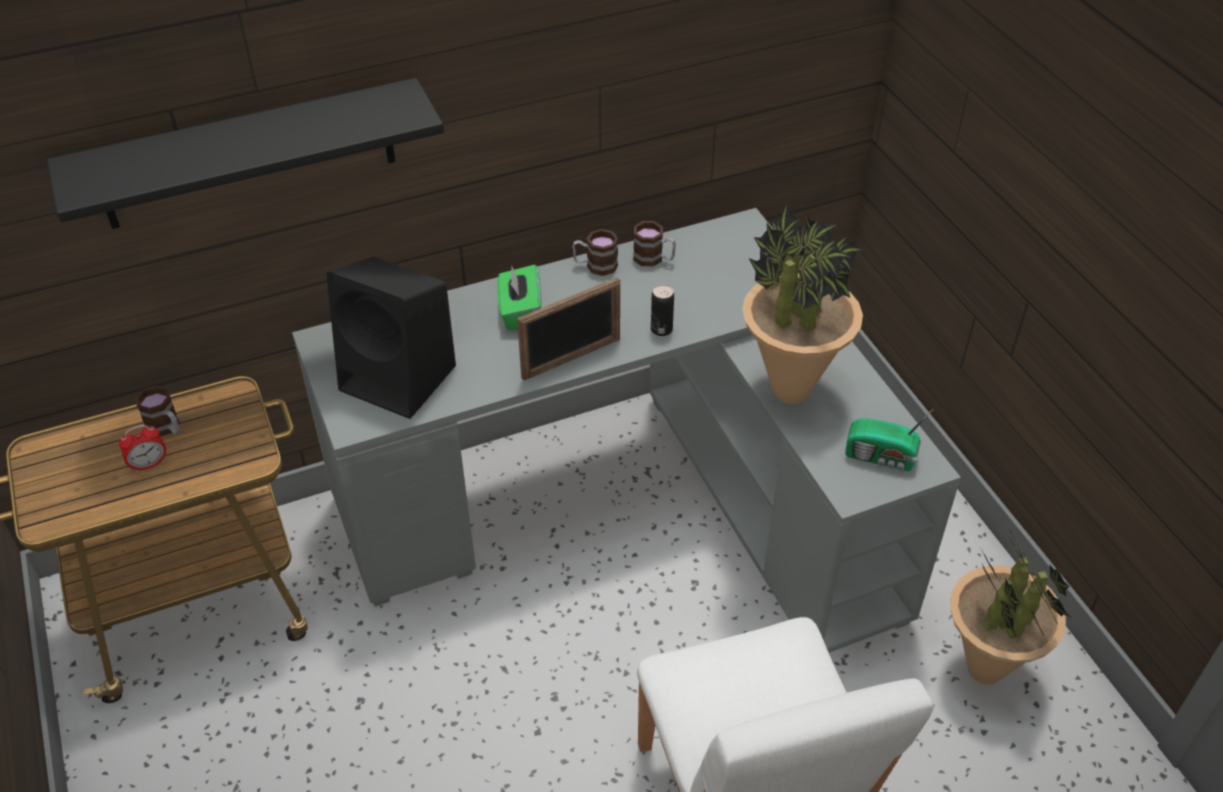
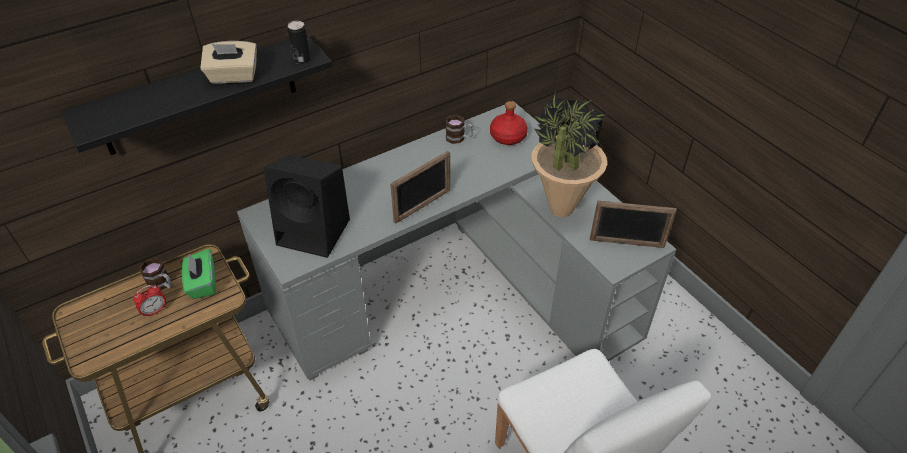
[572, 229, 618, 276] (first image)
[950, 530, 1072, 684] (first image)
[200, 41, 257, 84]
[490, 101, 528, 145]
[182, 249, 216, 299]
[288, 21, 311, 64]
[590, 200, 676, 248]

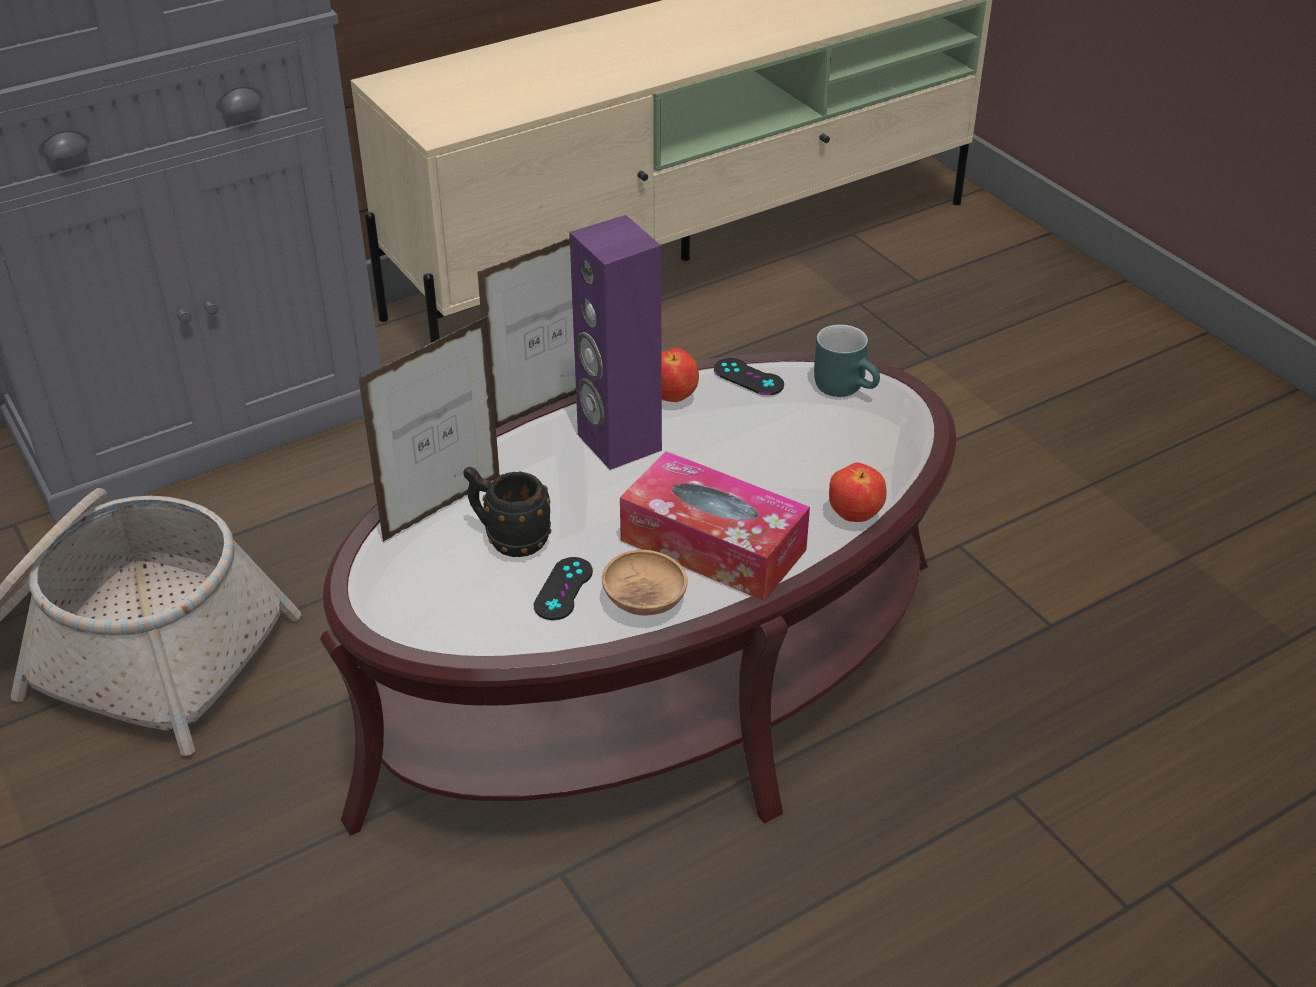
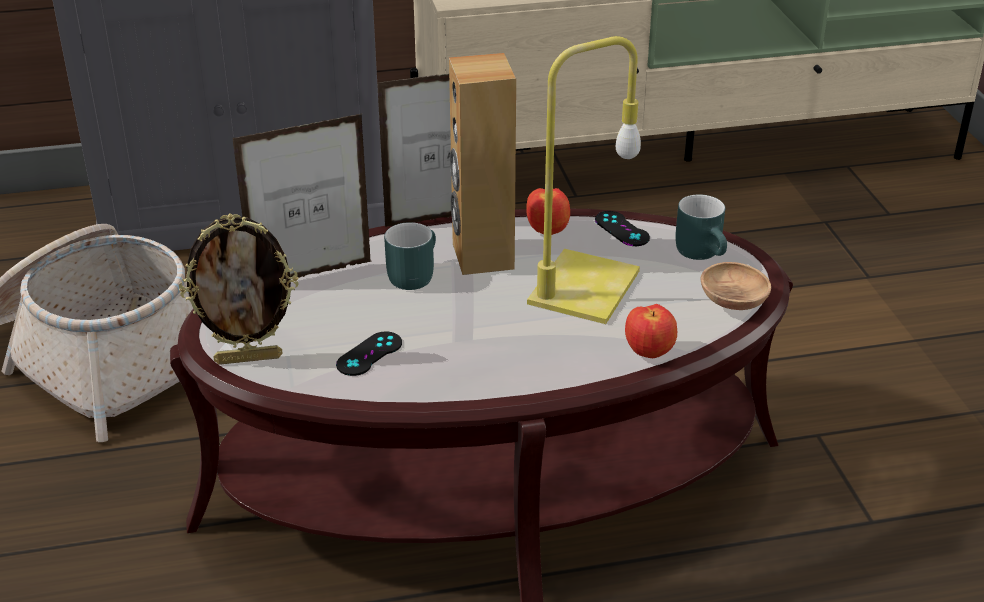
[463, 467, 551, 557] (first image)
[620, 451, 810, 601] (first image)
[179, 213, 298, 365]
[384, 222, 436, 290]
[527, 36, 641, 324]
[701, 262, 771, 310]
[449, 53, 516, 275]

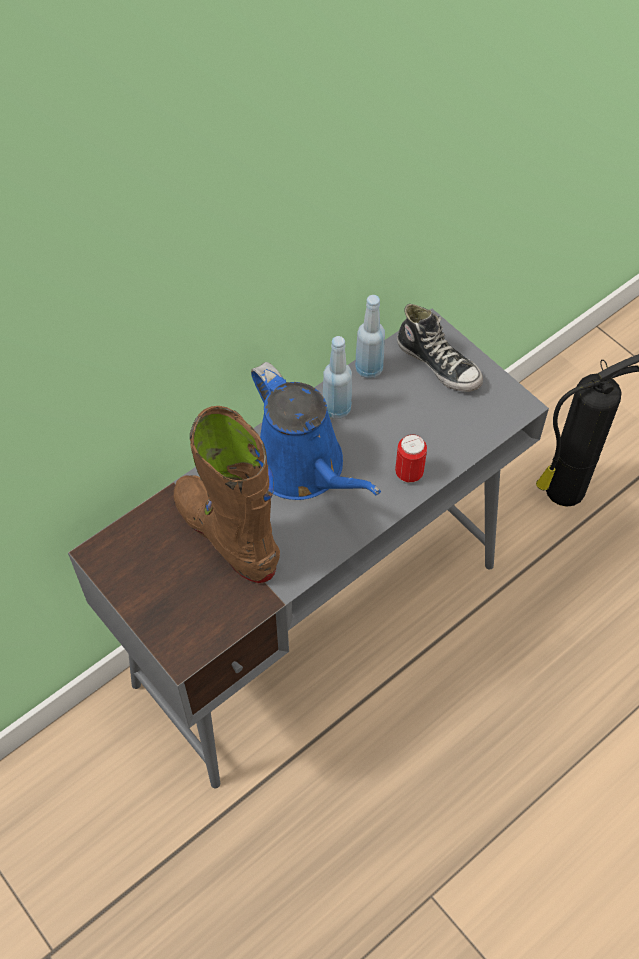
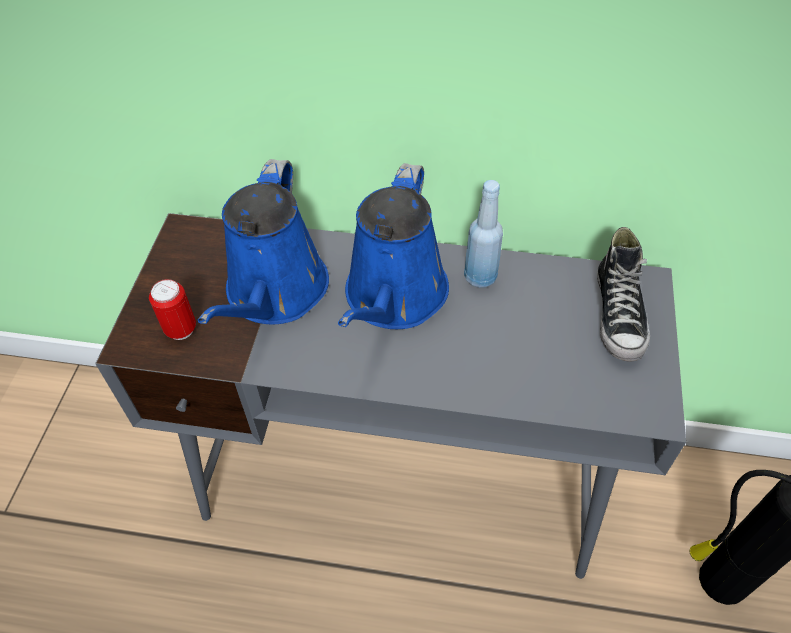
[355, 295, 385, 378] (first image)
[149, 279, 196, 340]
[198, 159, 329, 325]

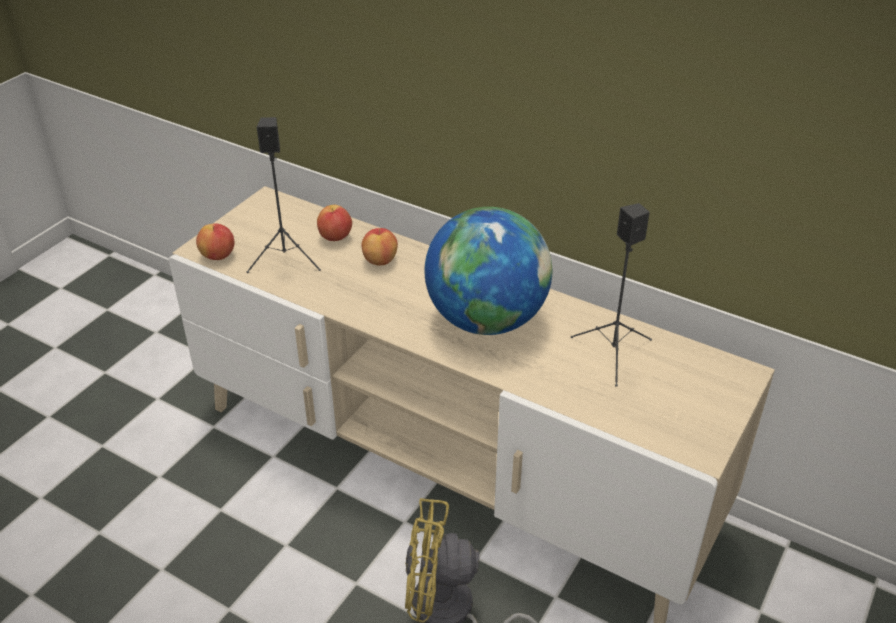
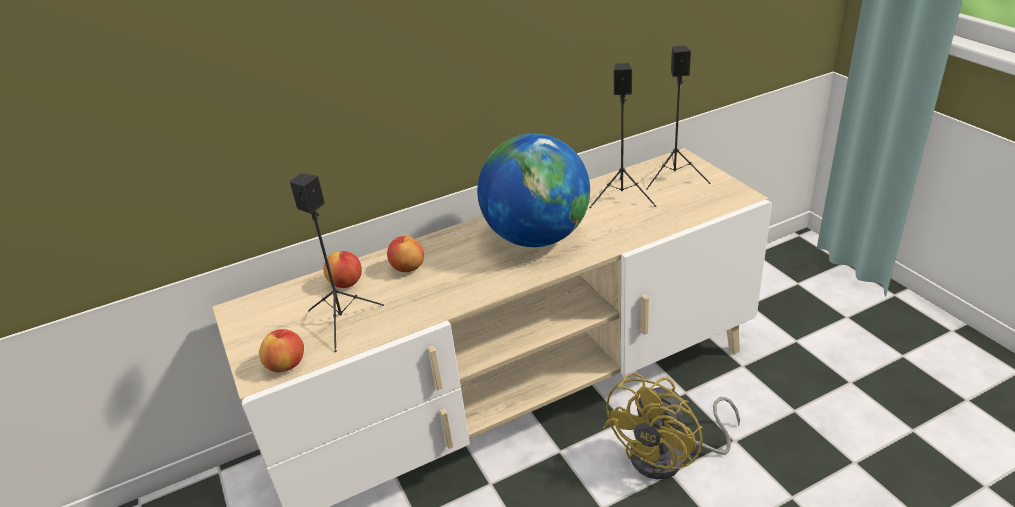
[646, 45, 711, 190]

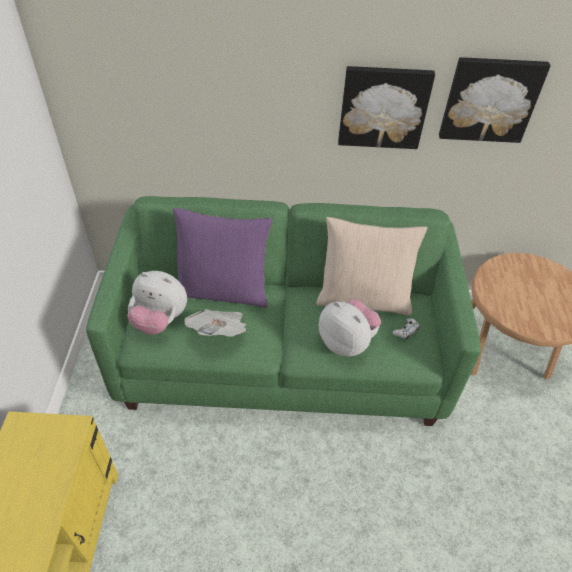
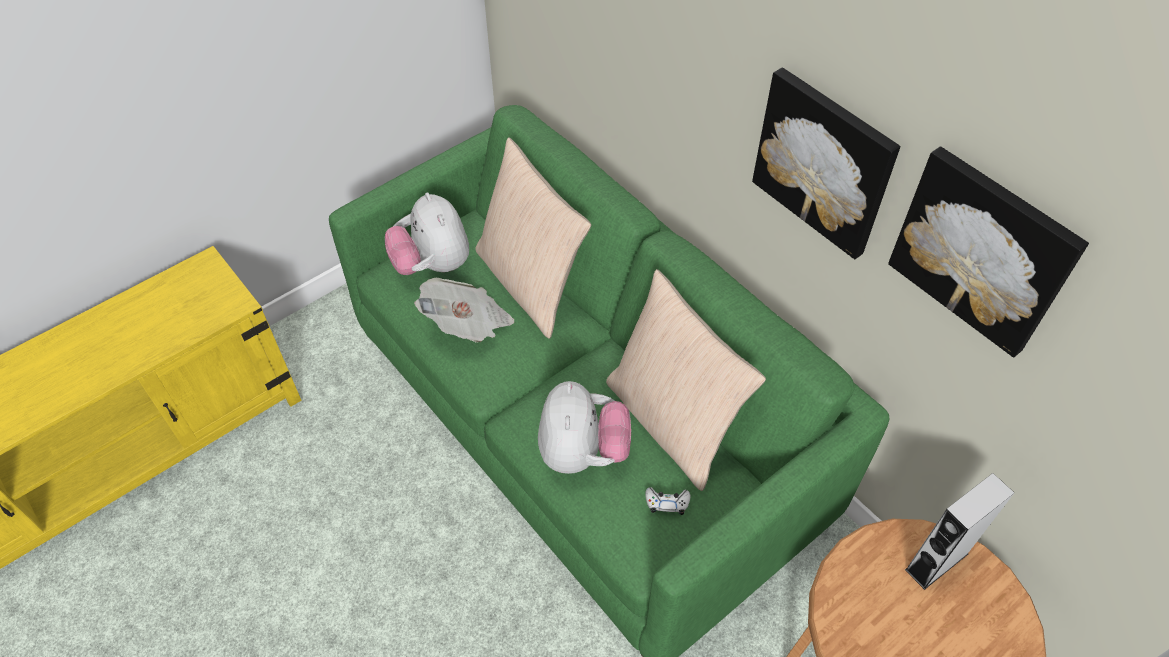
[905, 473, 1014, 590]
[475, 137, 591, 339]

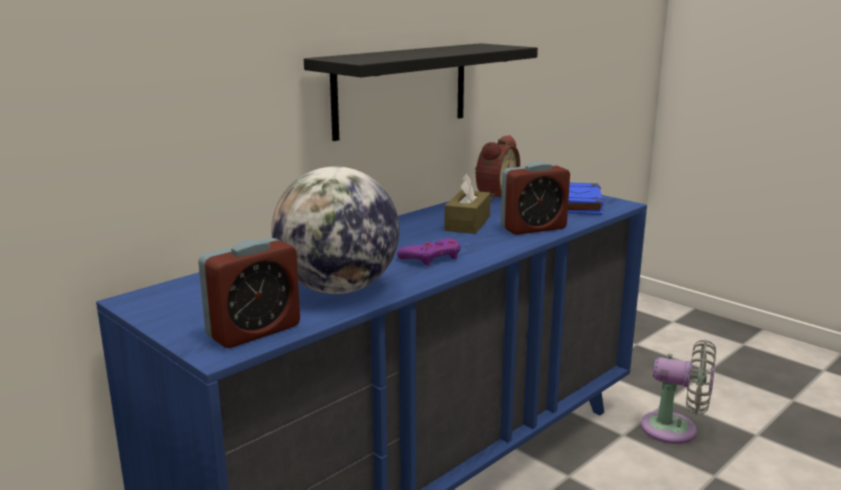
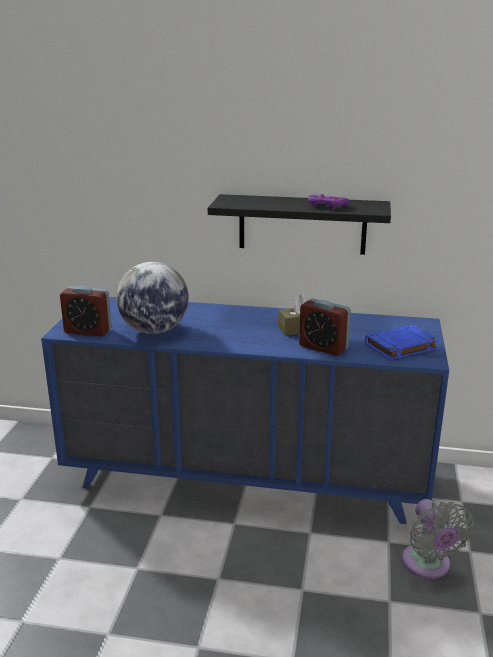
[475, 135, 520, 201] (first image)
[308, 194, 350, 210]

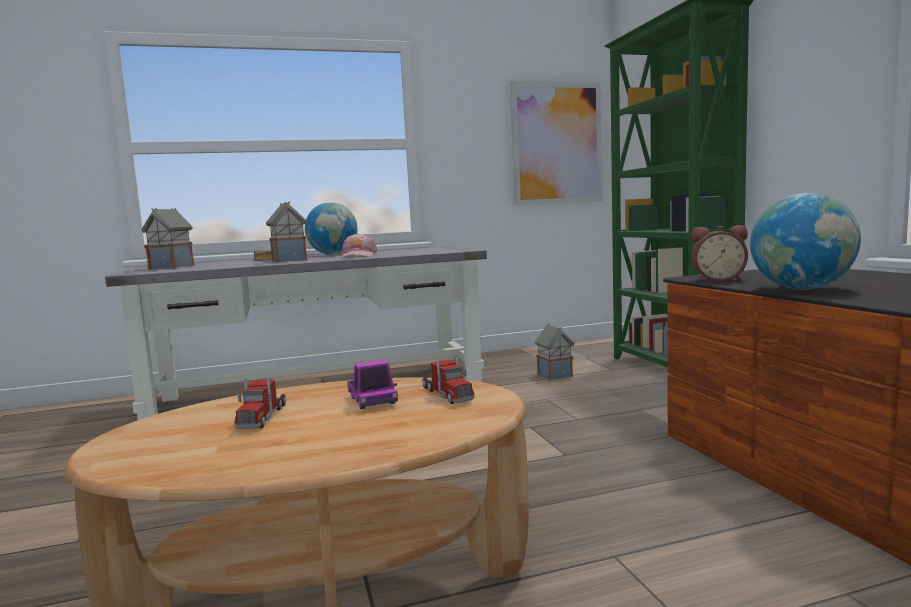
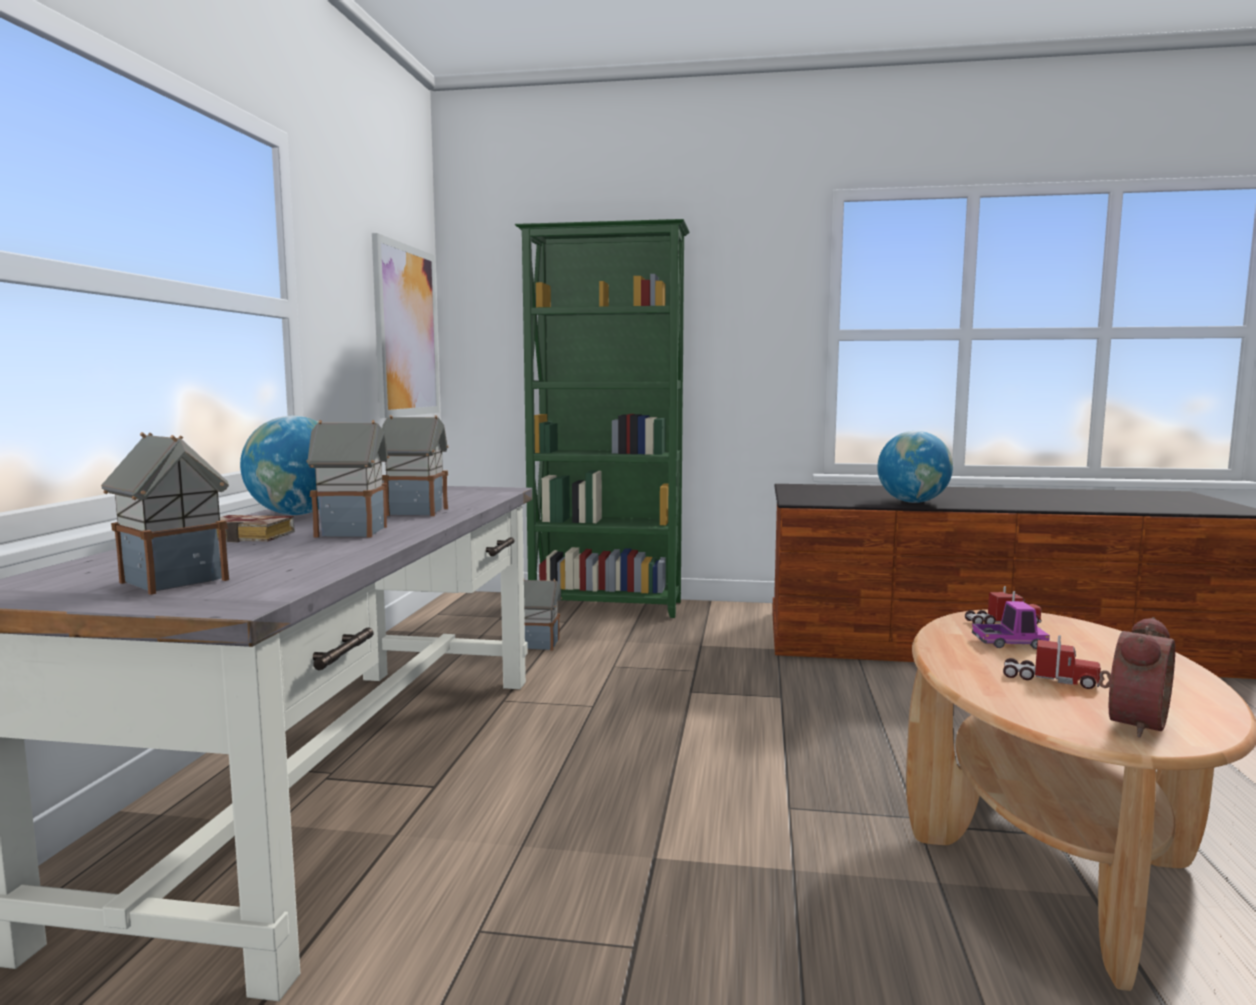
[1099, 617, 1175, 737]
[382, 415, 448, 516]

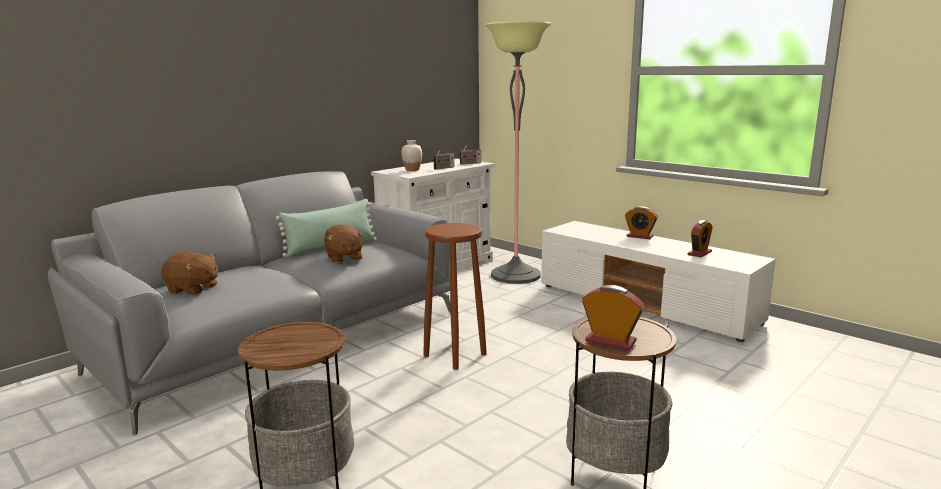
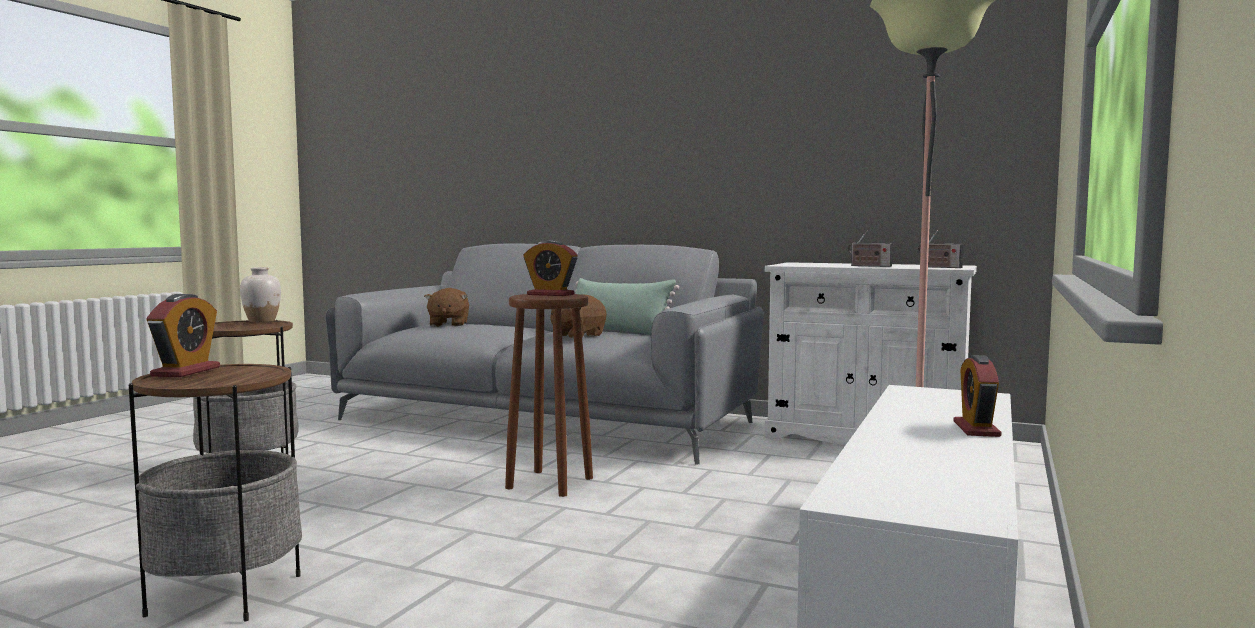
[240, 267, 281, 323]
[523, 240, 577, 296]

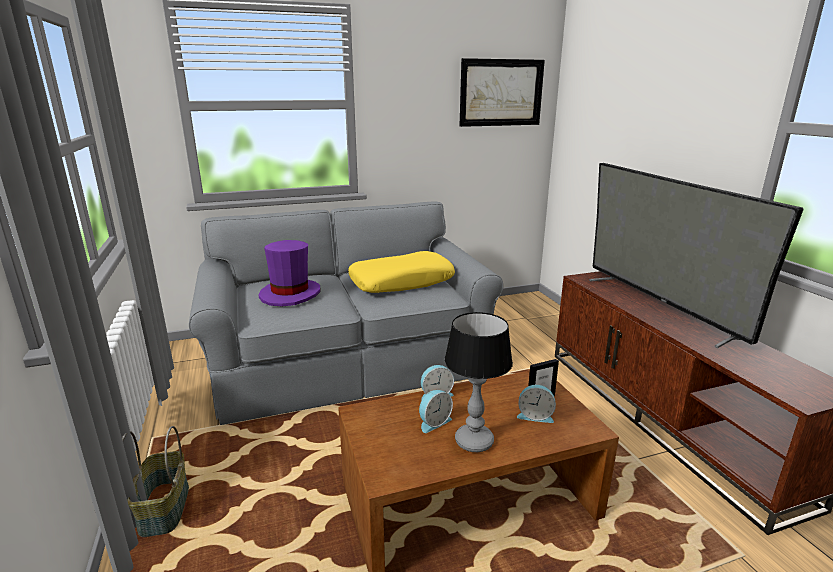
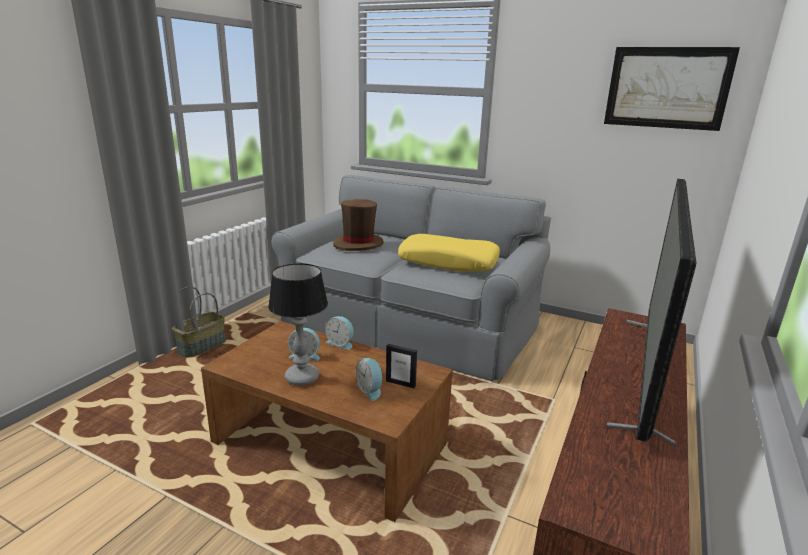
[333, 199, 384, 251]

